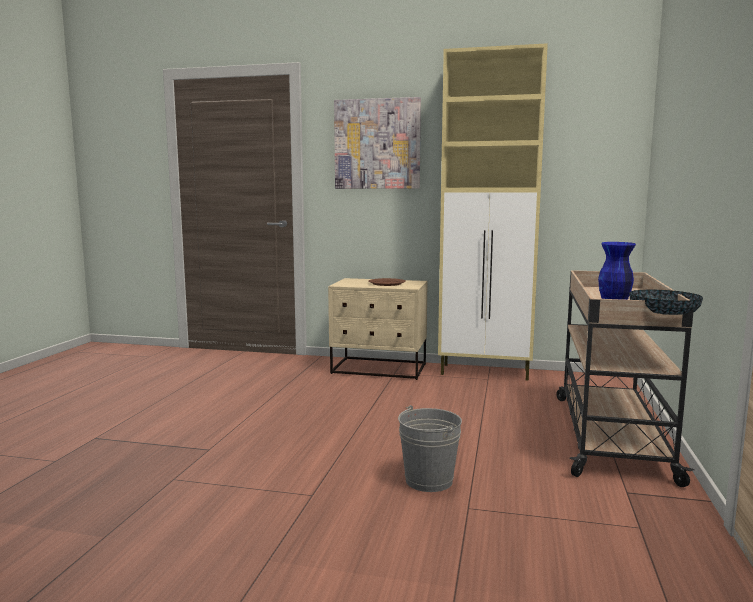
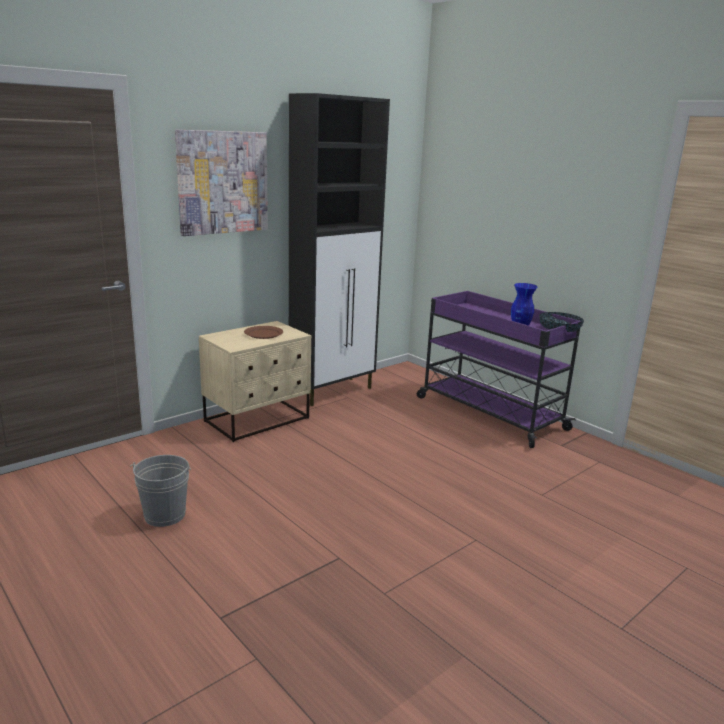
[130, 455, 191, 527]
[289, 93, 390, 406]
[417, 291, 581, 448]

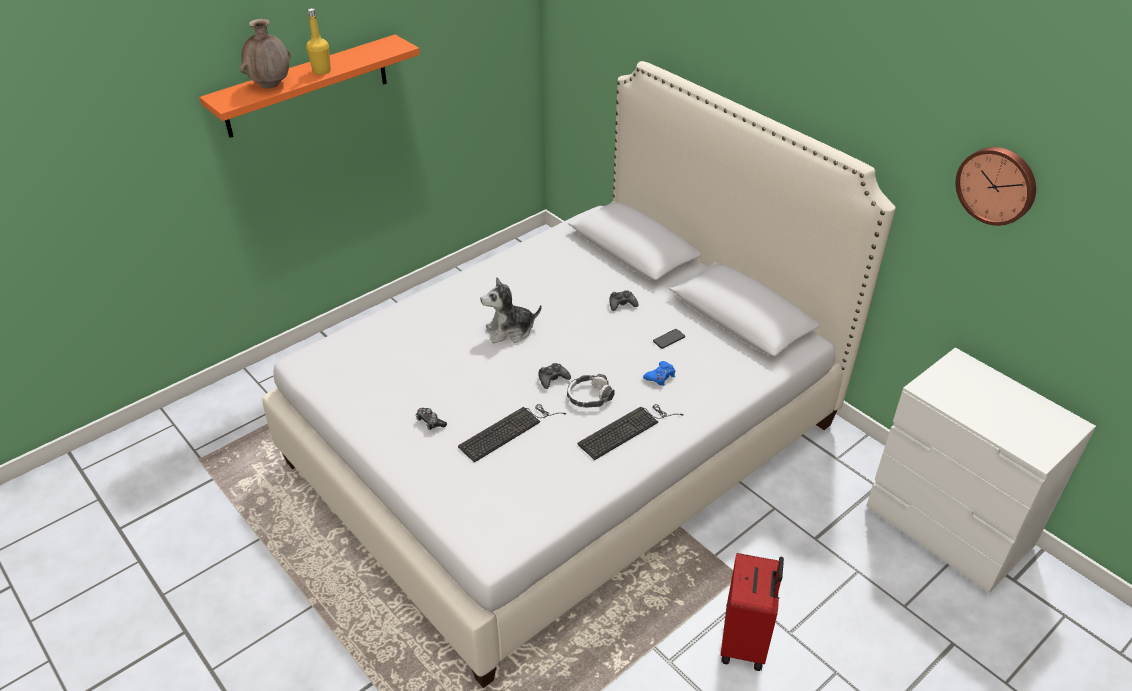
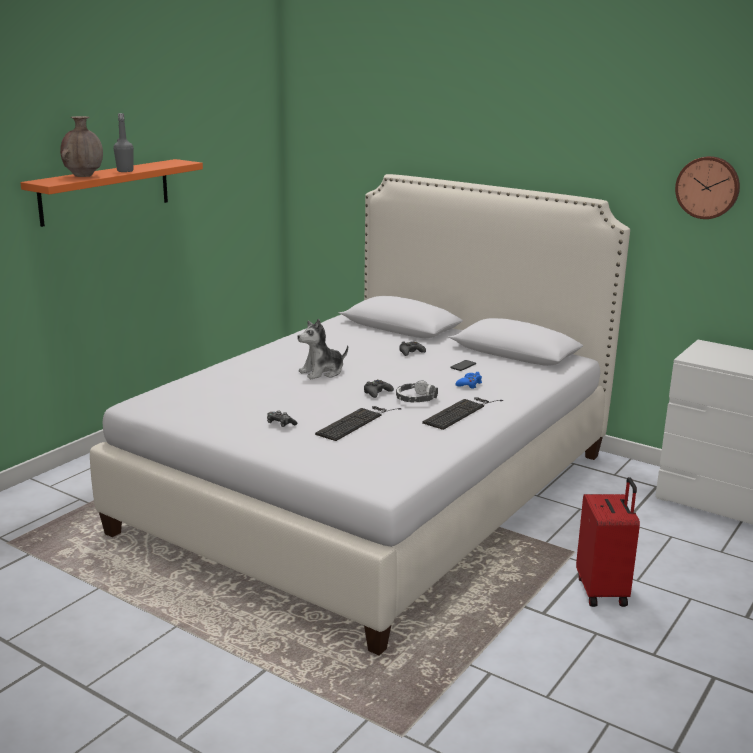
[114, 113, 134, 172]

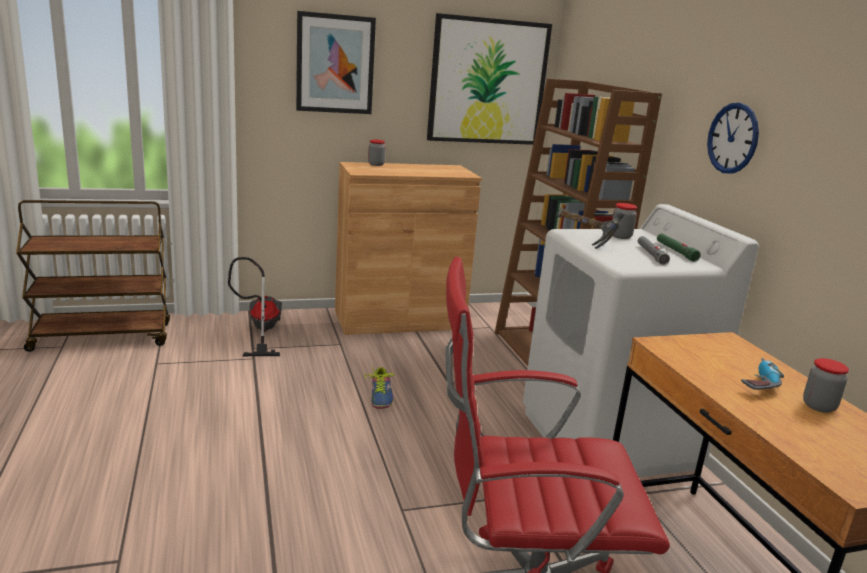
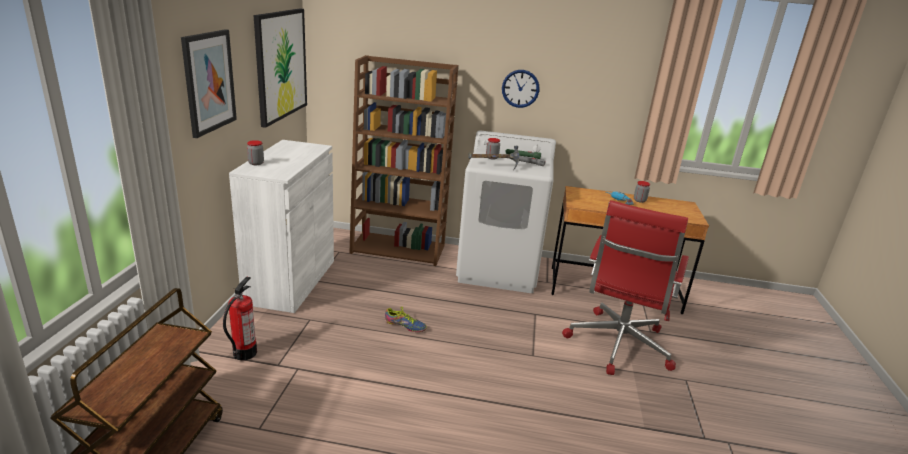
[223, 277, 257, 360]
[229, 140, 334, 313]

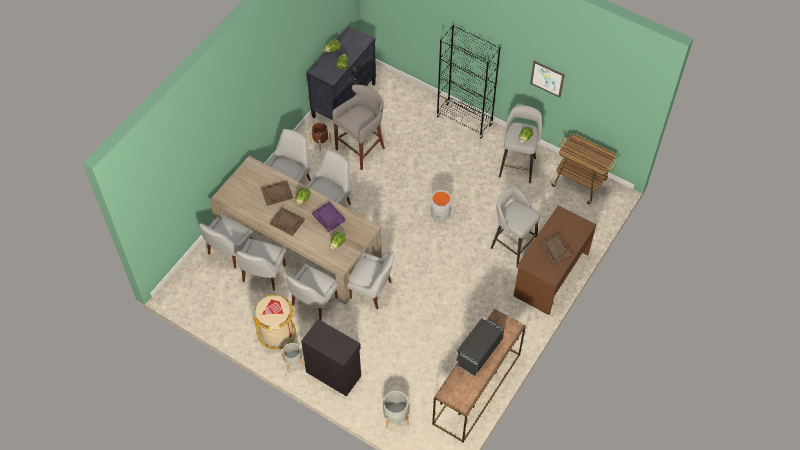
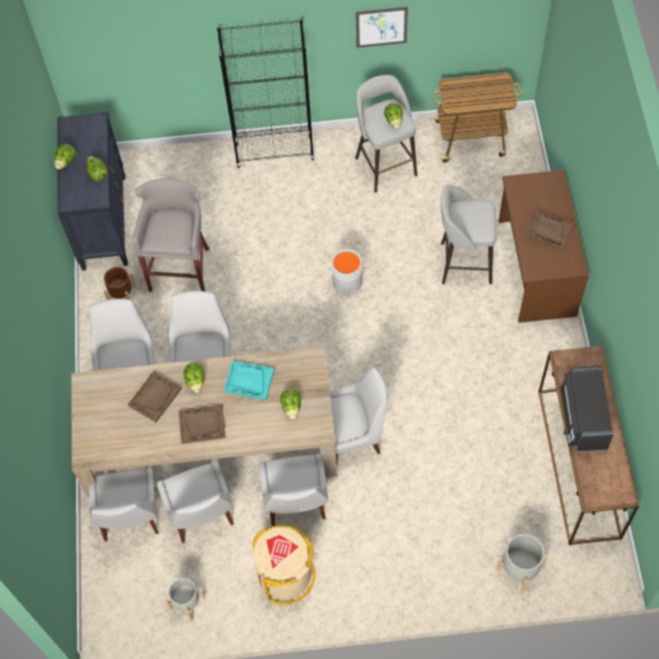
[301, 319, 361, 397] (first image)
[165, 577, 206, 621]
[224, 360, 274, 400]

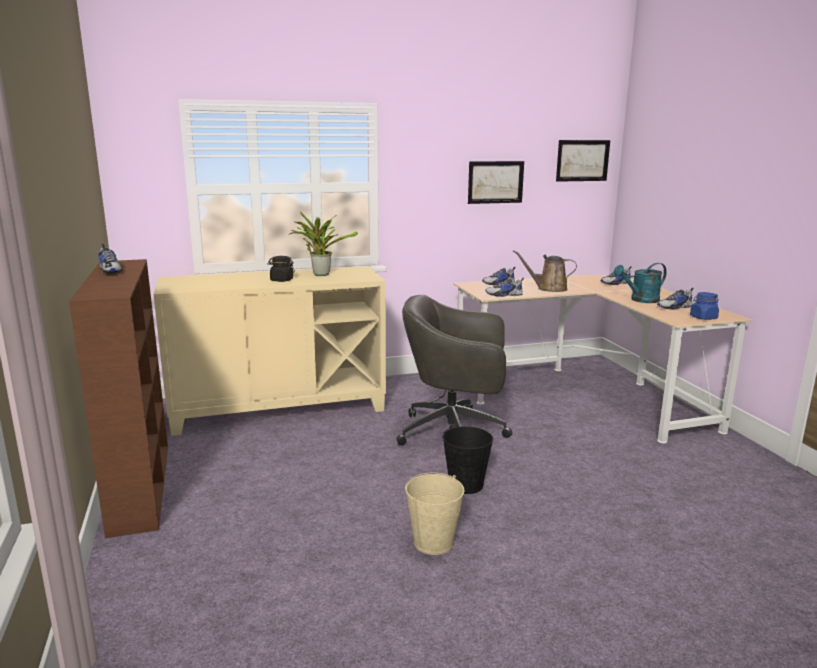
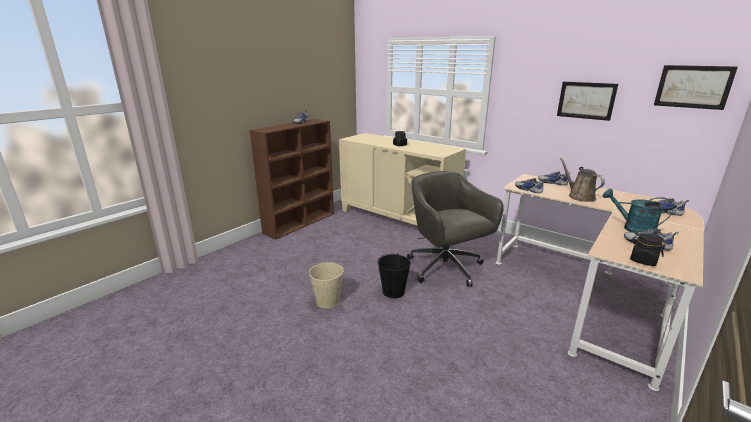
[288, 212, 358, 276] (first image)
[630, 234, 666, 266]

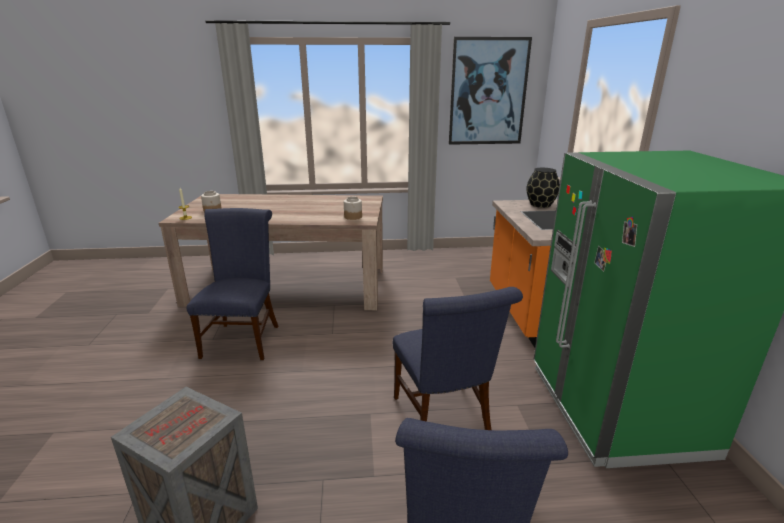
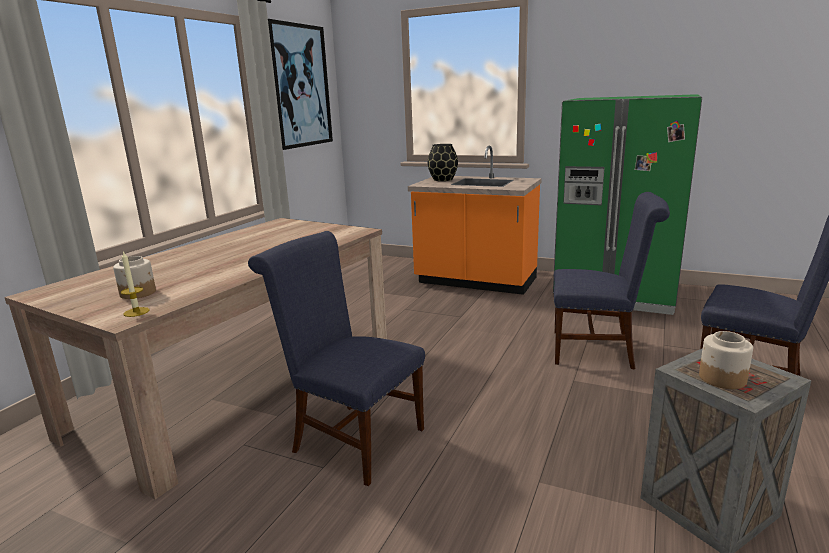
[699, 331, 753, 389]

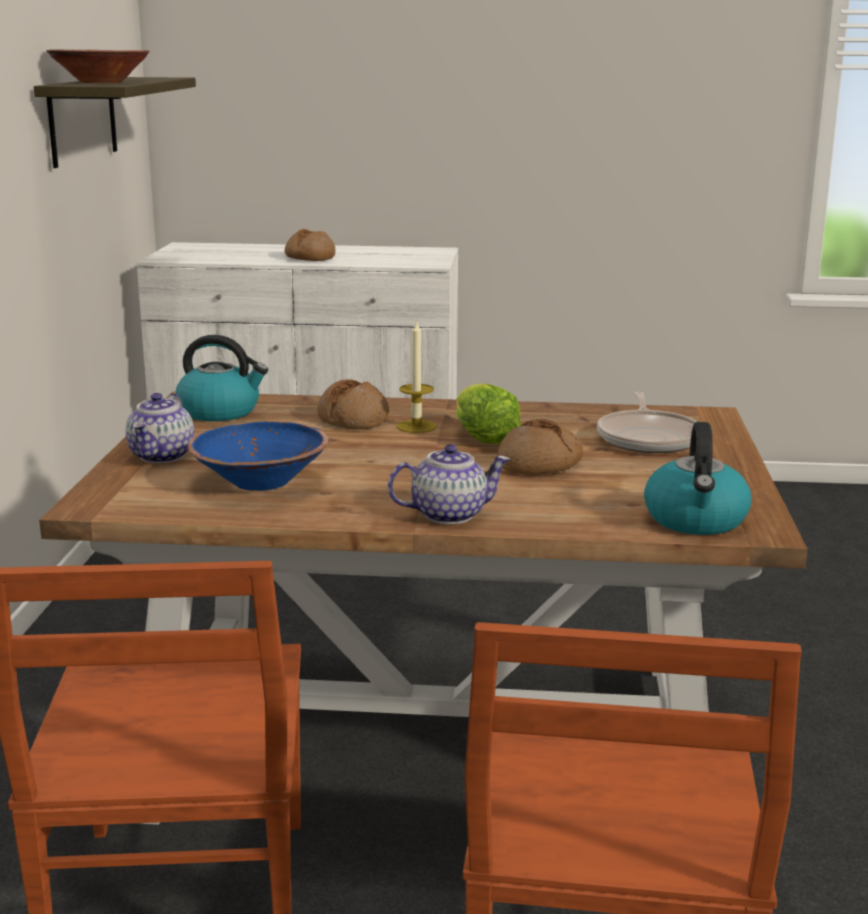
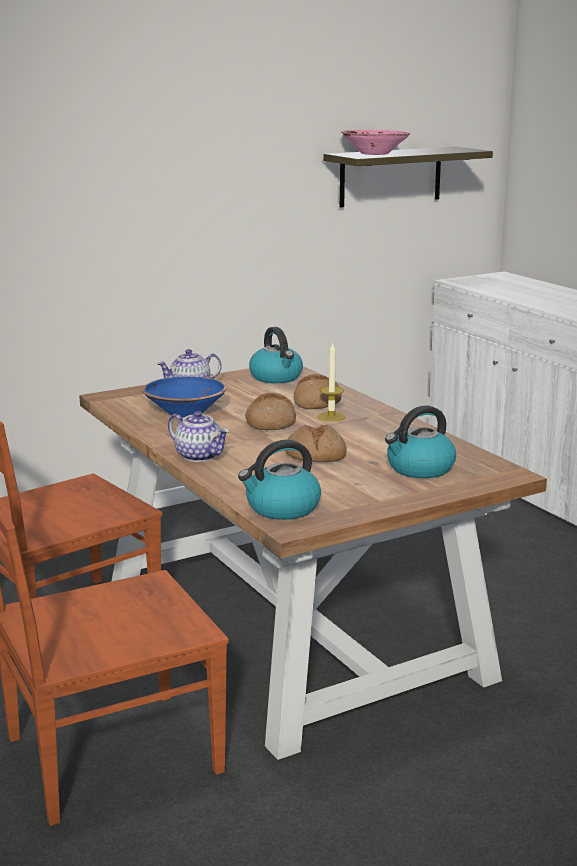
[456, 384, 521, 444] (first image)
[245, 393, 296, 430]
[385, 405, 456, 478]
[341, 130, 410, 155]

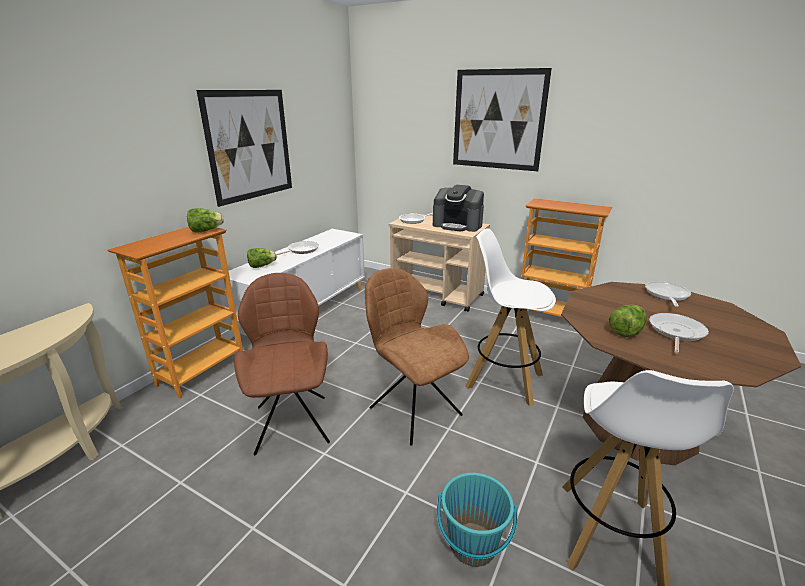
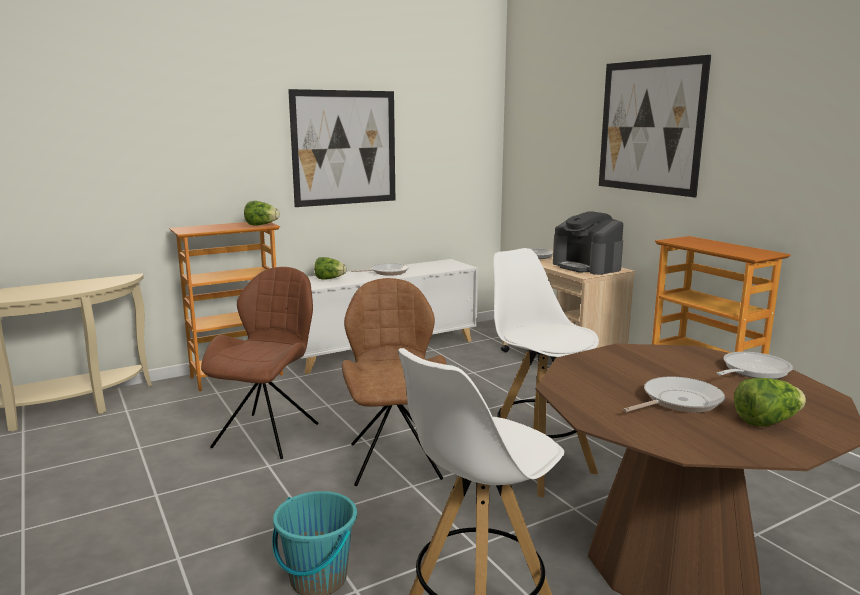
[734, 378, 806, 426]

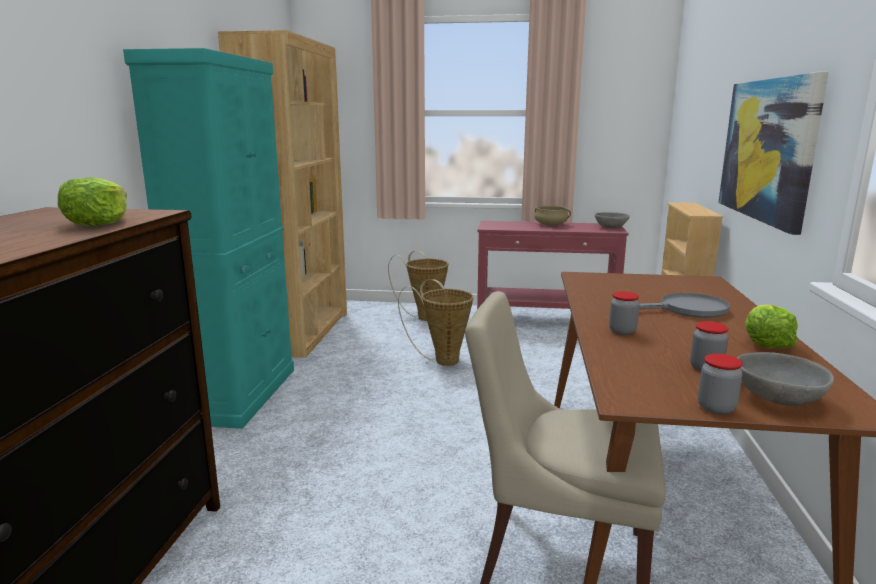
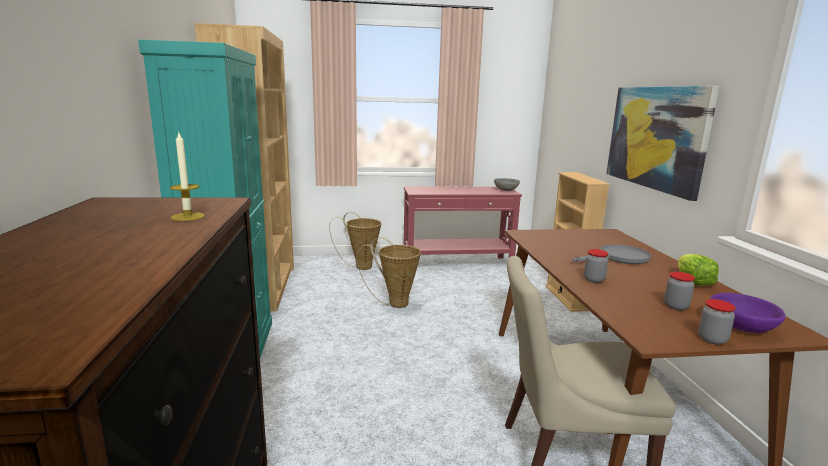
[535, 206, 571, 226] (first image)
[170, 131, 205, 221]
[710, 293, 785, 333]

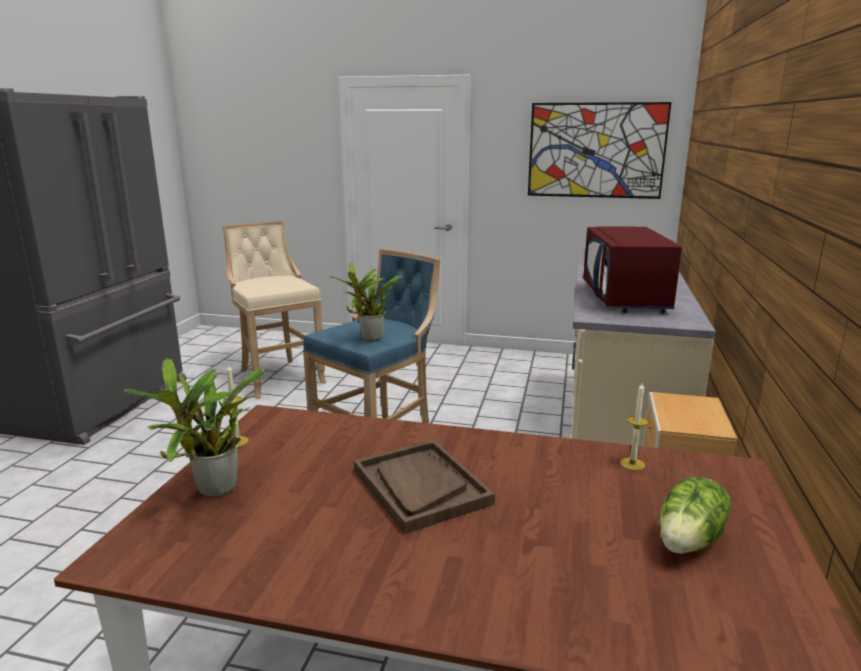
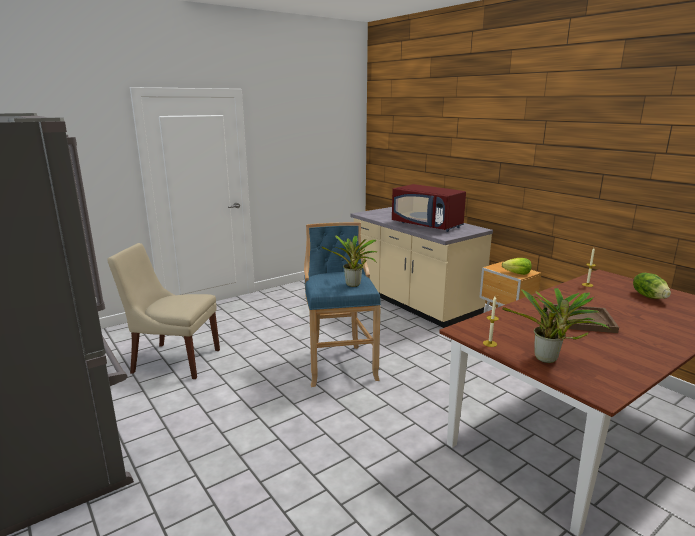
[528, 102, 671, 199] (first image)
[502, 258, 532, 275]
[107, 243, 220, 379]

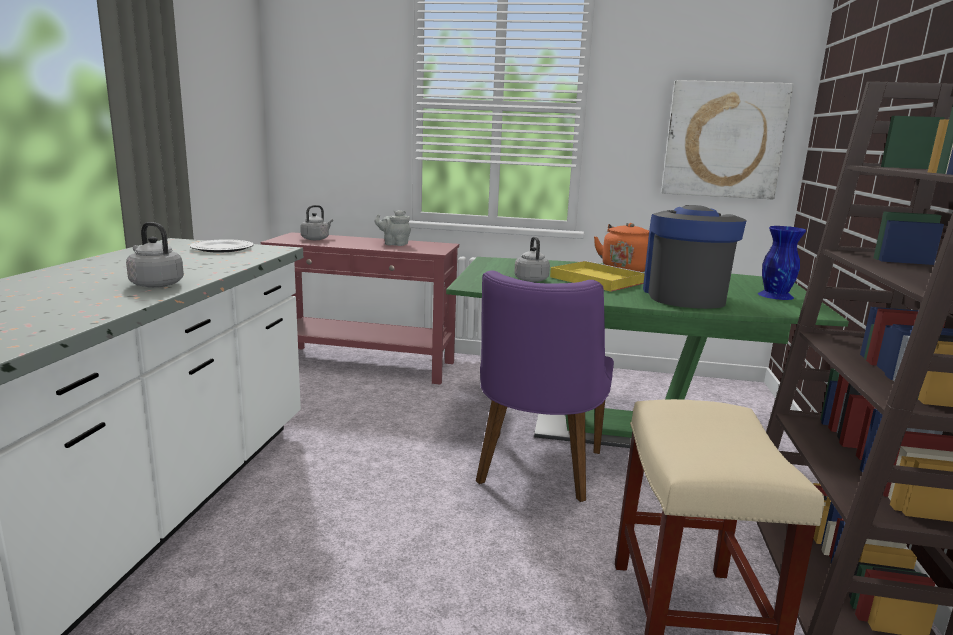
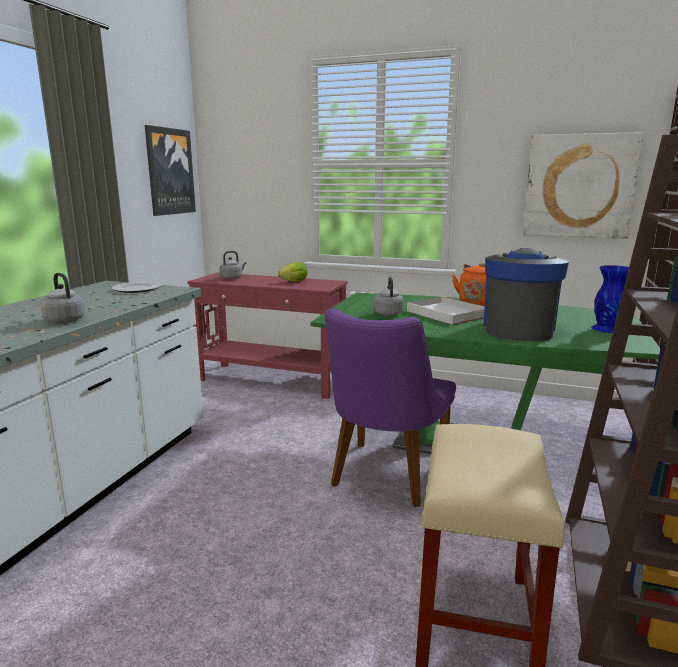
[145, 125, 196, 216]
[278, 262, 308, 281]
[407, 296, 485, 325]

